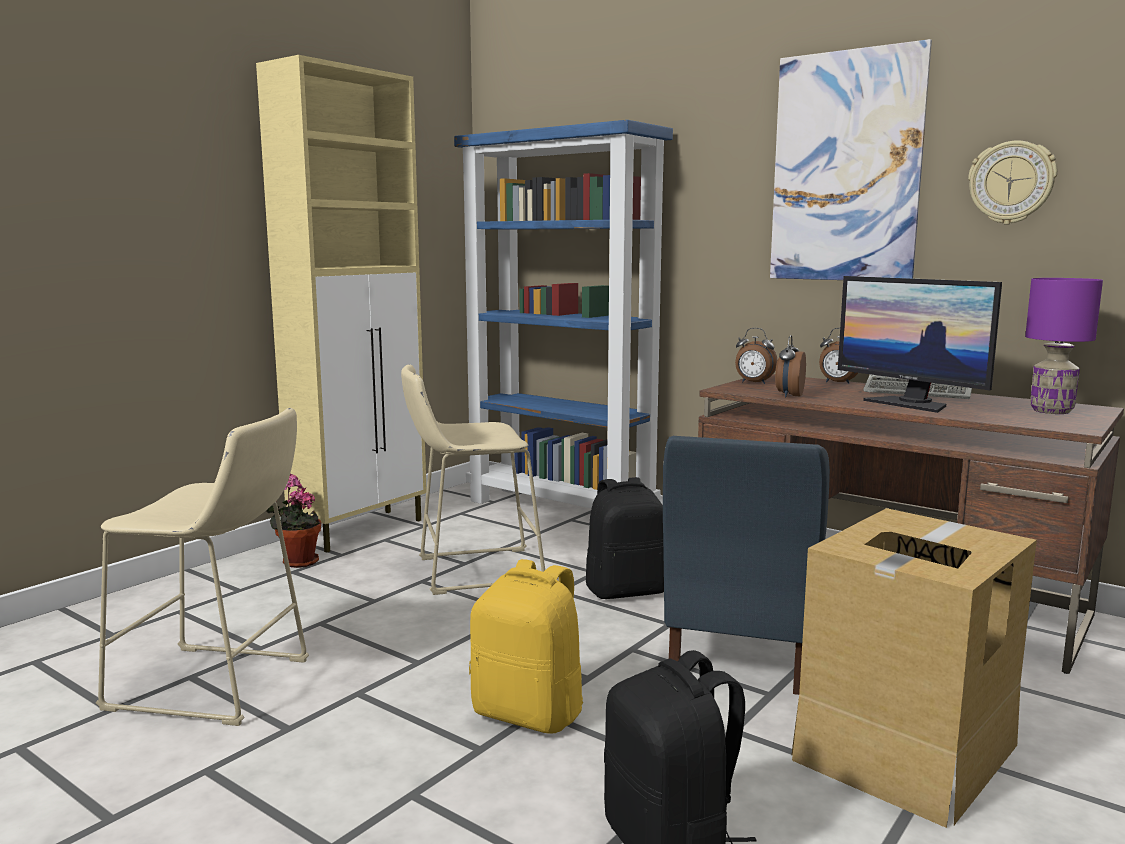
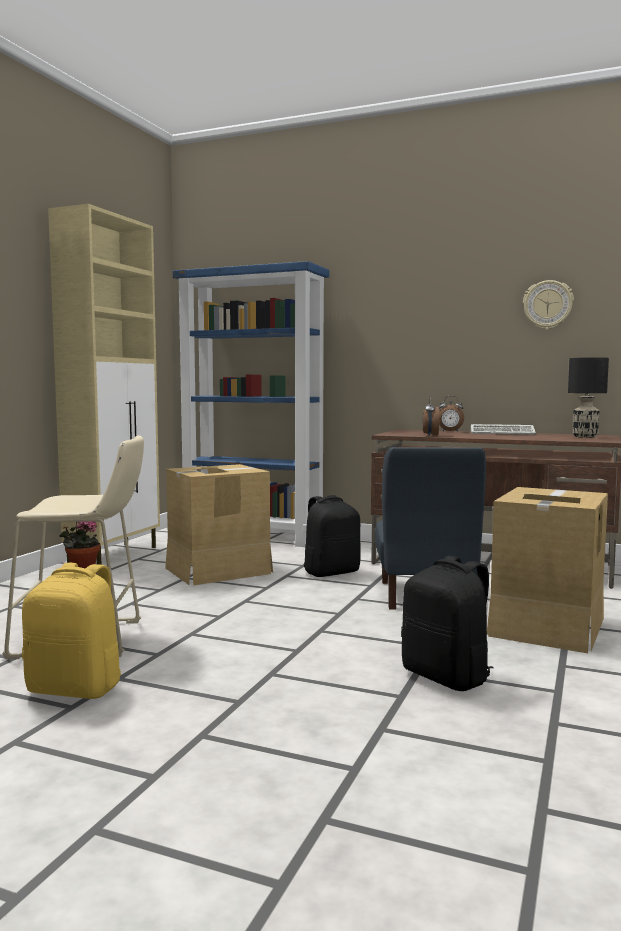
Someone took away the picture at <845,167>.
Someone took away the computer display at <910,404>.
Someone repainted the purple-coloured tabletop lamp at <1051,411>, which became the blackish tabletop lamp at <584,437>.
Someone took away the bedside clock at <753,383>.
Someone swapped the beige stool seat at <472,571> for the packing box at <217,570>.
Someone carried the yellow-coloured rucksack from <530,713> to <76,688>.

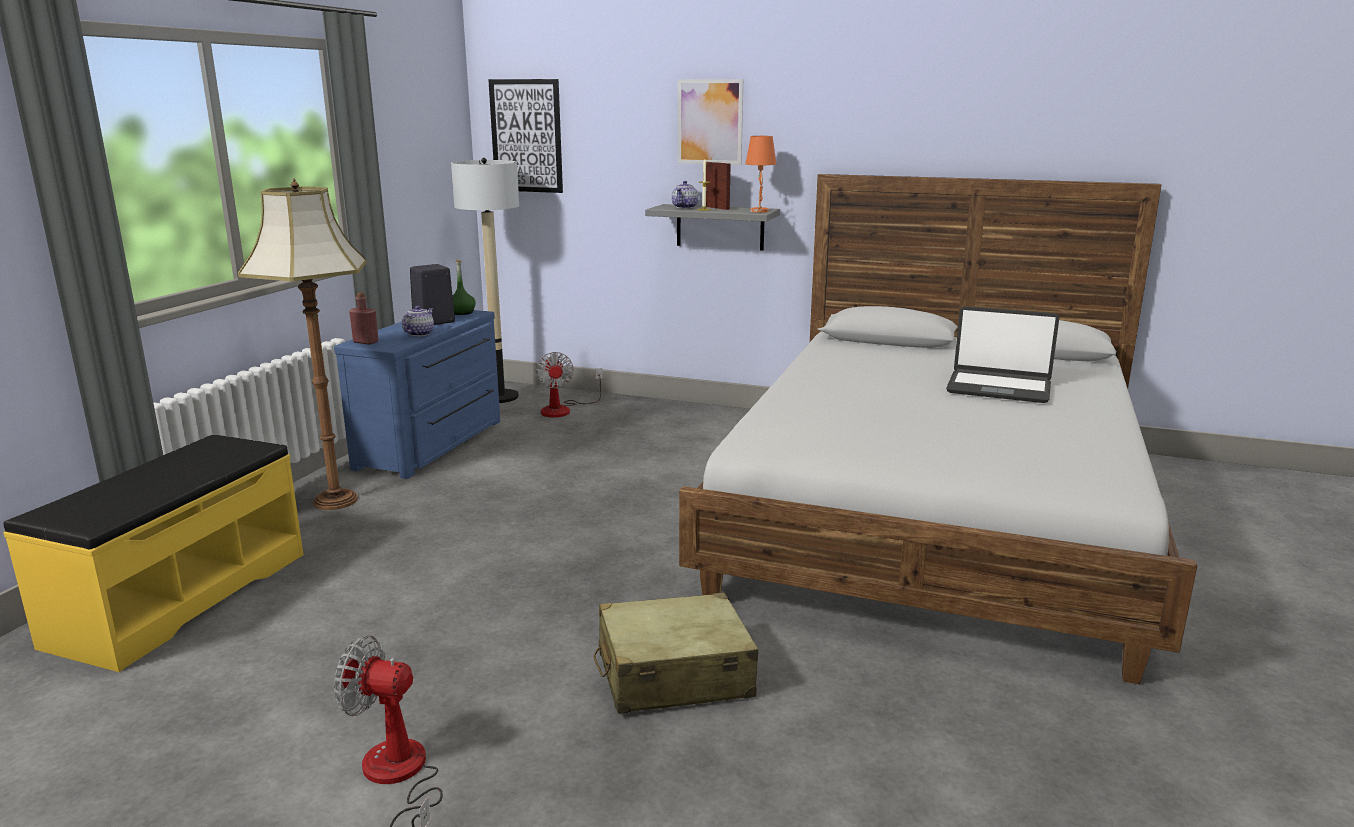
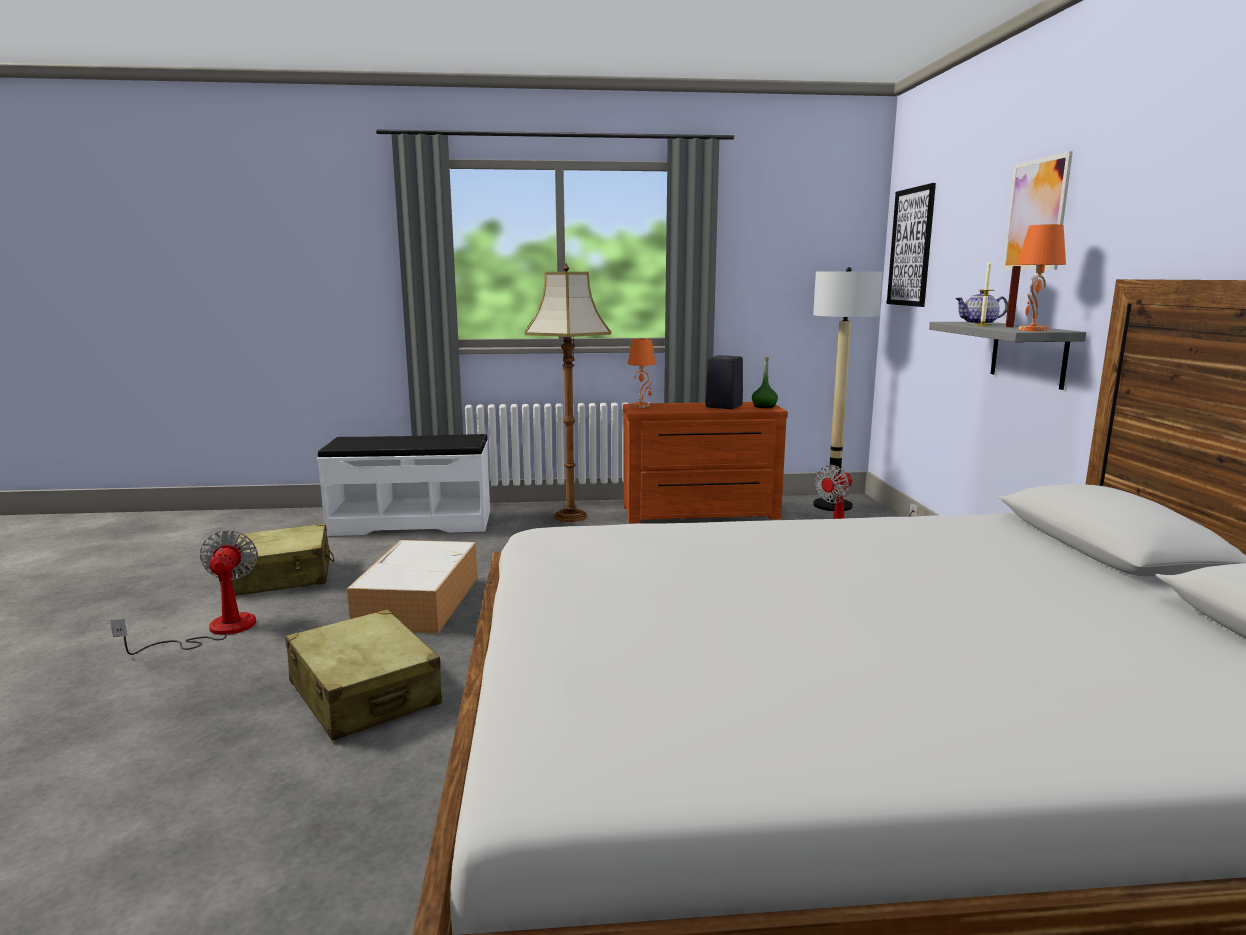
Someone swapped the reddish drink bottle at <365,342> for the orangey tabletop lamp at <641,406>.
Someone took away the tea pot at <419,334>.
Someone took away the laptop at <998,388>.
Someone repainted the blue-coloured chest of drawers at <434,444>, which became the brown chest of drawers at <701,514>.
Someone repainted the yellow-coloured long seat at <180,597>, which became the white long seat at <412,522>.
Someone put down the beige travel case at <279,577>.
Someone put down the storage box at <419,601>.

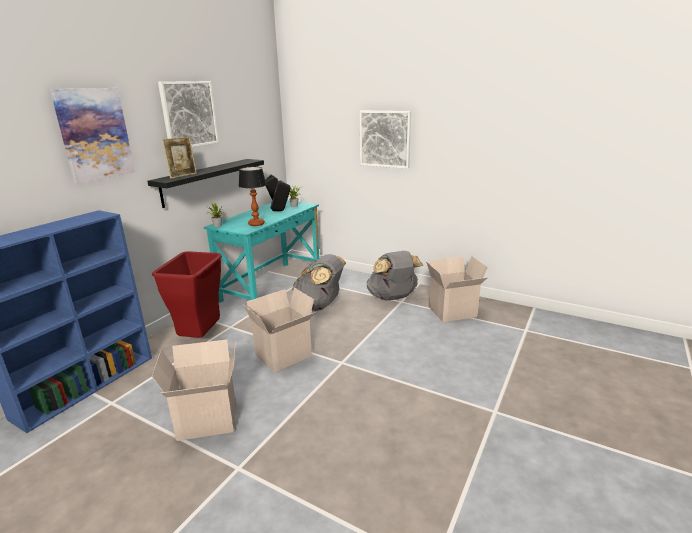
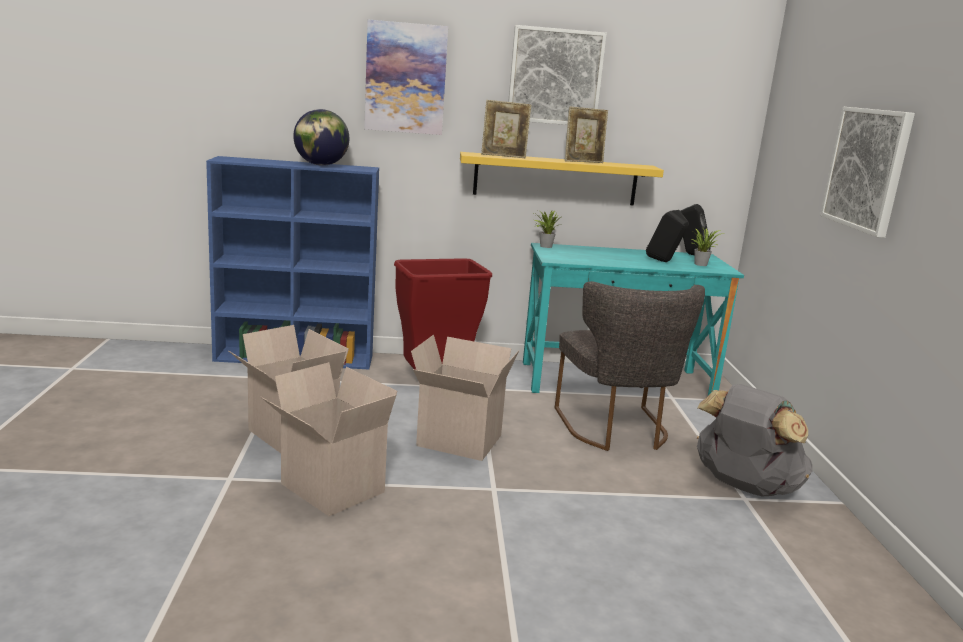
Someone repainted the blackish shelf at <204,182>, which became the yellow-coloured shelf at <555,179>.
Someone took away the tabletop lamp at <256,224>.
Someone swapped the grey rucksack at <320,306> for the grey plain chair at <616,430>.
Someone carried the packing box from <452,313> to <329,488>.
Someone put down the picture frame at <583,162>.
Someone put down the desk globe at <321,165>.

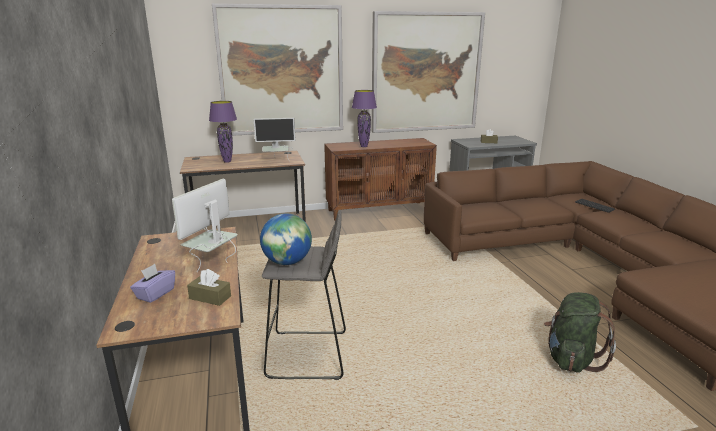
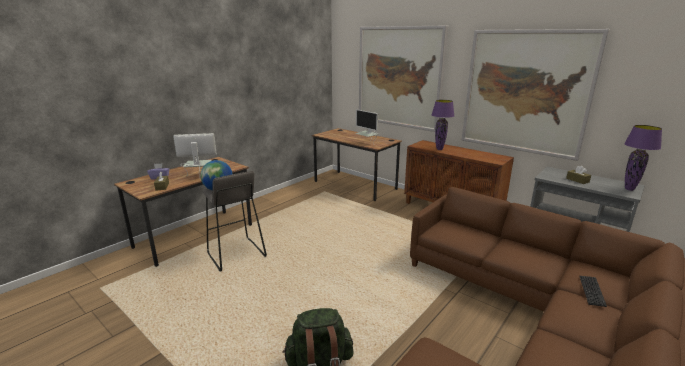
Someone carried the purple-coloured tabletop lamp from <227,161> to <629,189>.

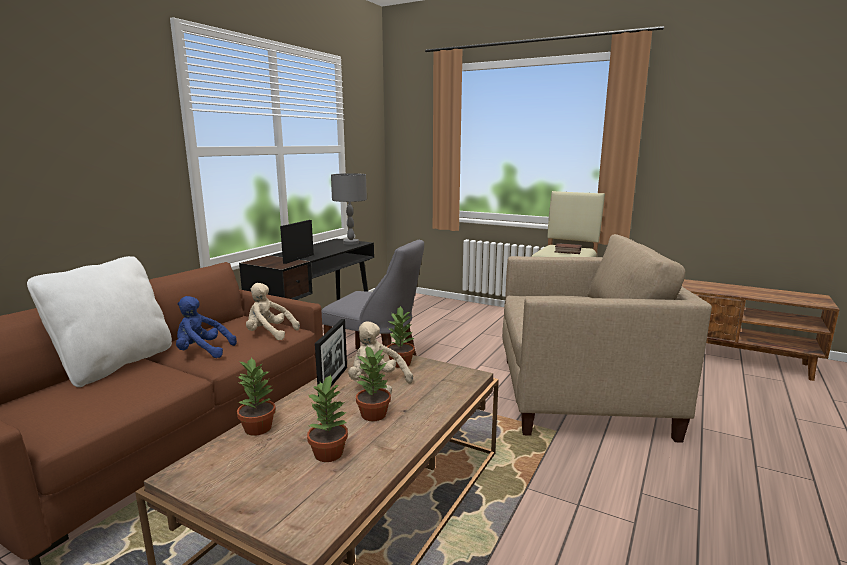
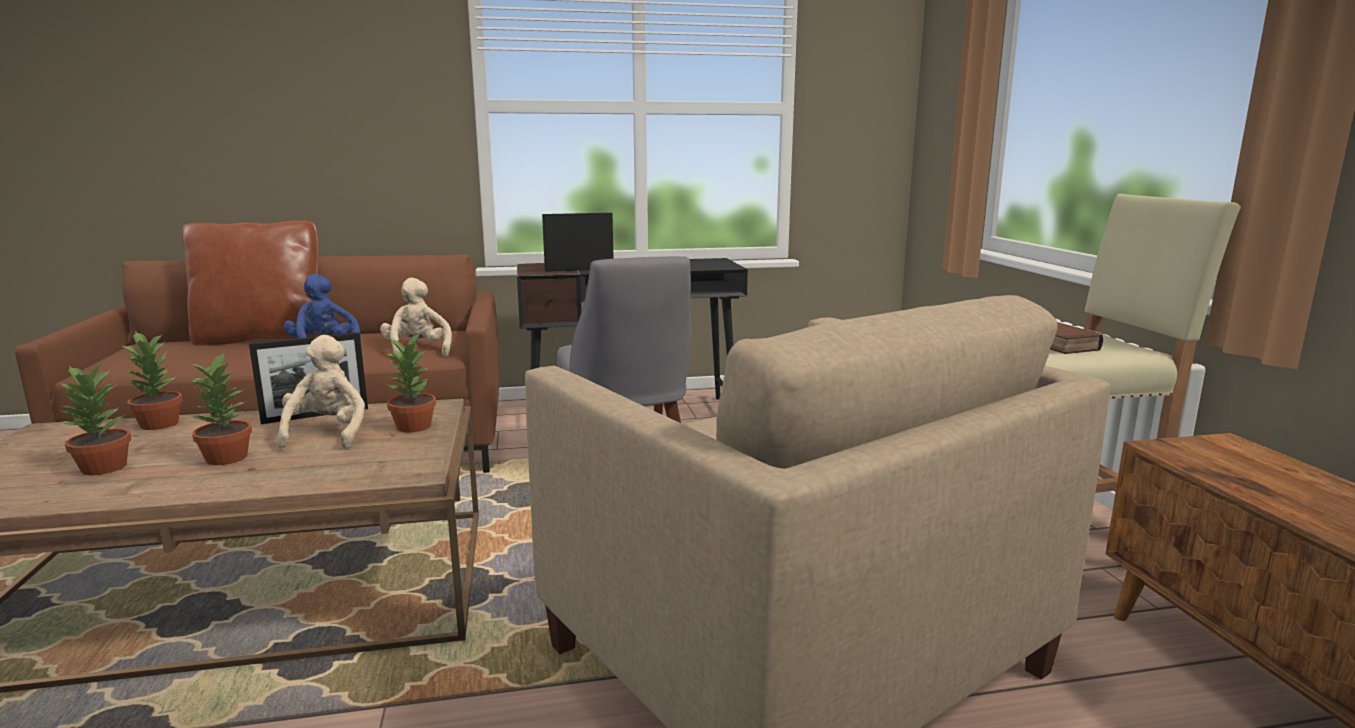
Someone took away the grey tabletop lamp at <351,243>.
Someone repainted the white cushion at <116,364>, which became the brown cushion at <262,337>.

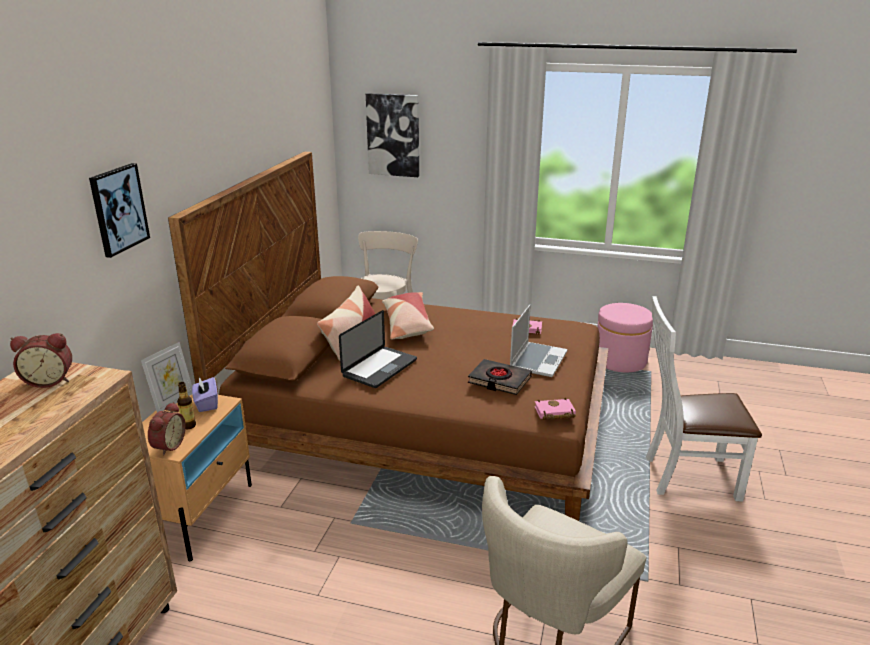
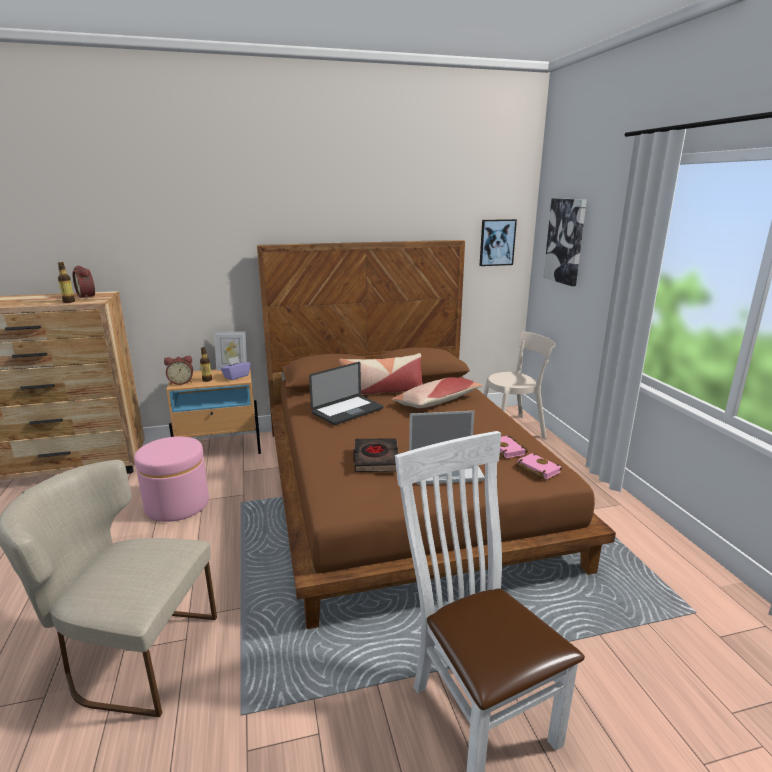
Someone carried the picture from <118,209> to <497,242>.
Someone carried the pinkish ottoman from <620,360> to <177,505>.
Someone rotated the laptop at <380,368> by 45 degrees counterclockwise.
Someone carried the pinkish bound book from <554,413> to <536,469>.
Someone put down the drink bottle at <69,301>.

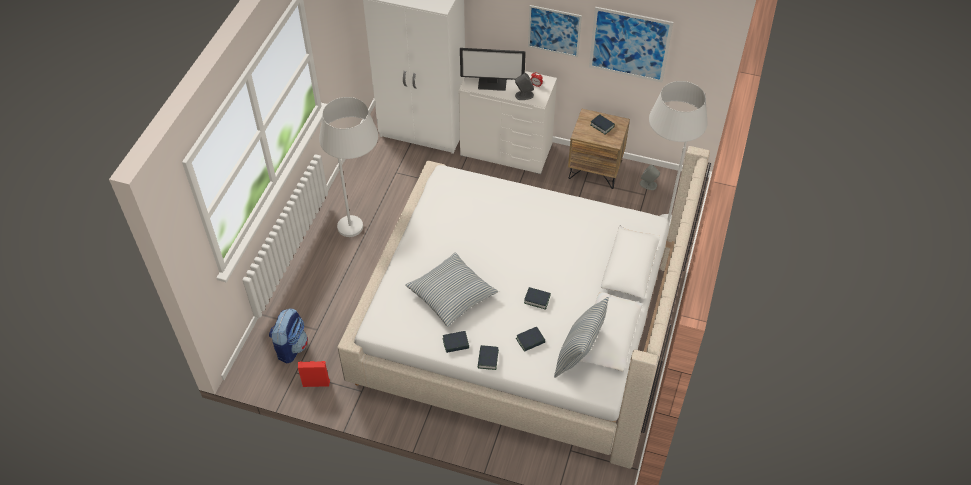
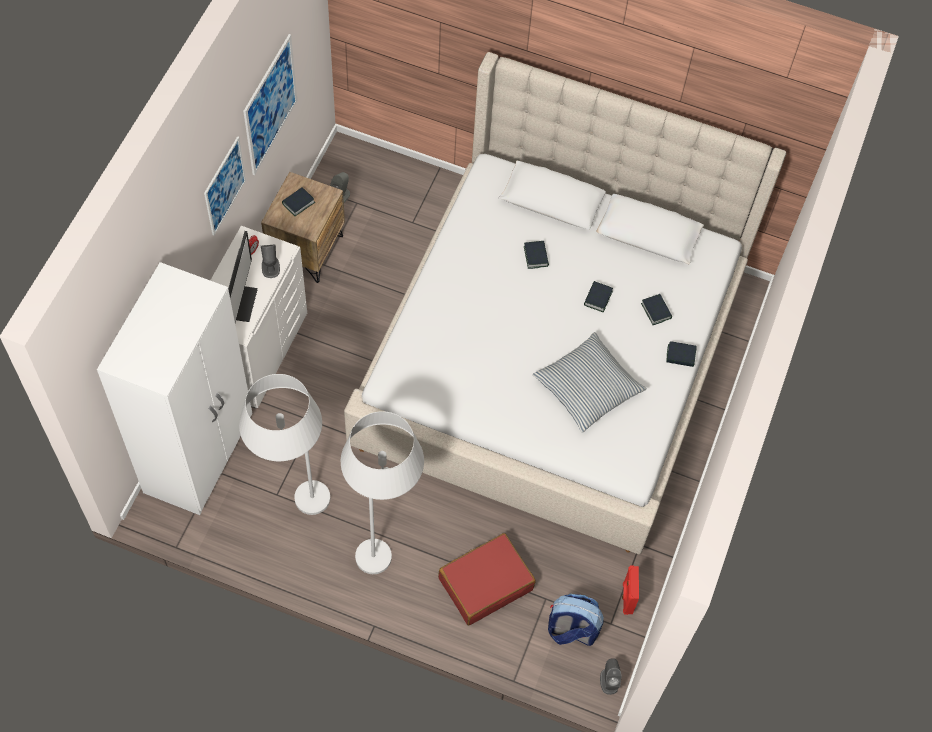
Someone carried the white standard lamp from <658,216> to <294,506>.
Someone took away the cushion at <579,355>.
Someone carried the bound book from <456,343> to <536,256>.
Someone put down the reddish travel case at <485,583>.
Someone put down the grey loudspeaker at <609,680>.

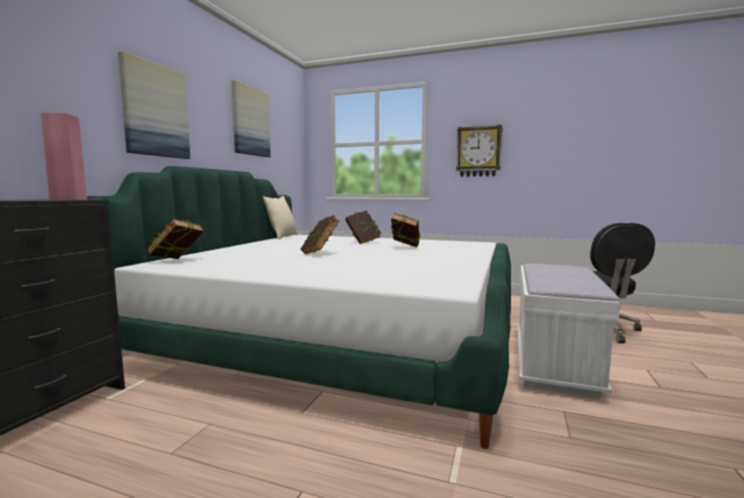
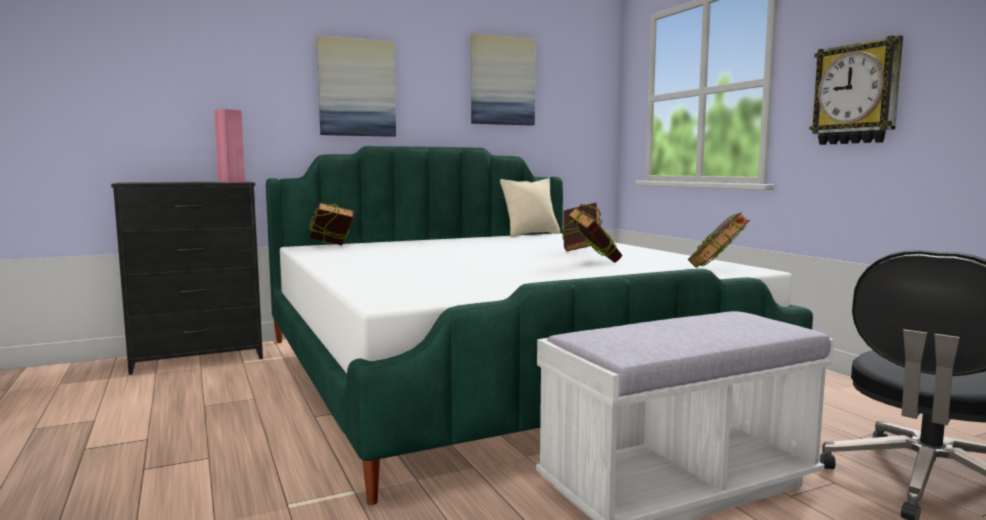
Someone carried the bound book from <320,254> to <716,269>.

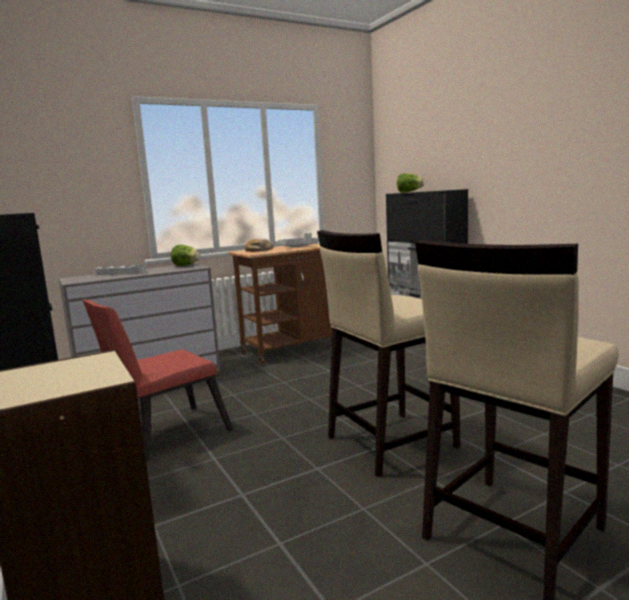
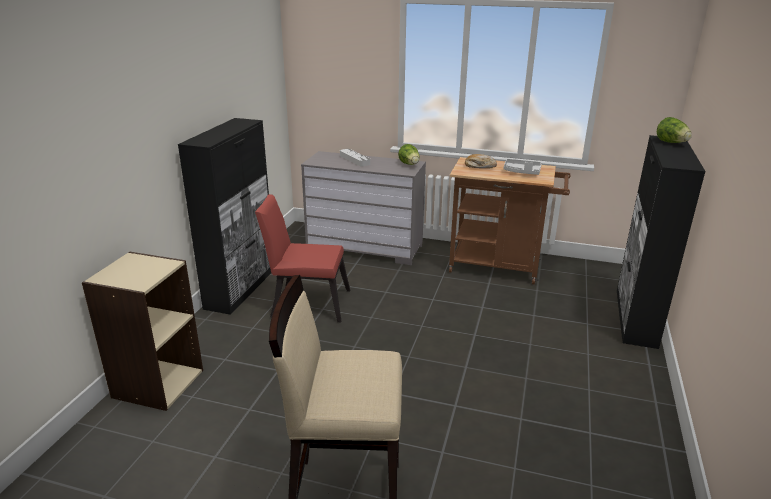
Someone took away the beige stool seat at <389,442>.

